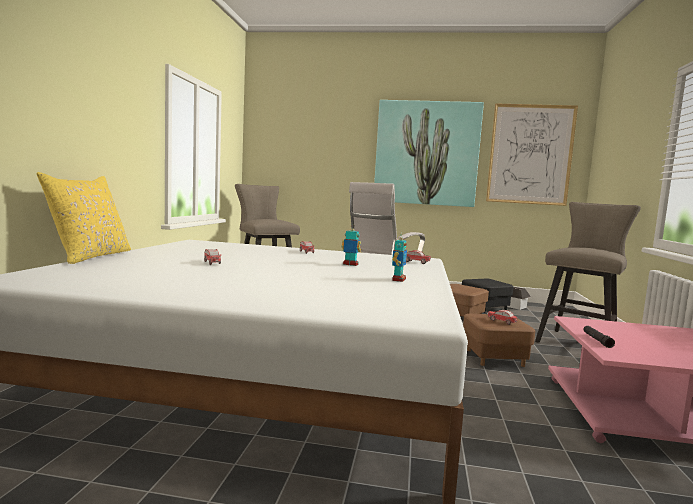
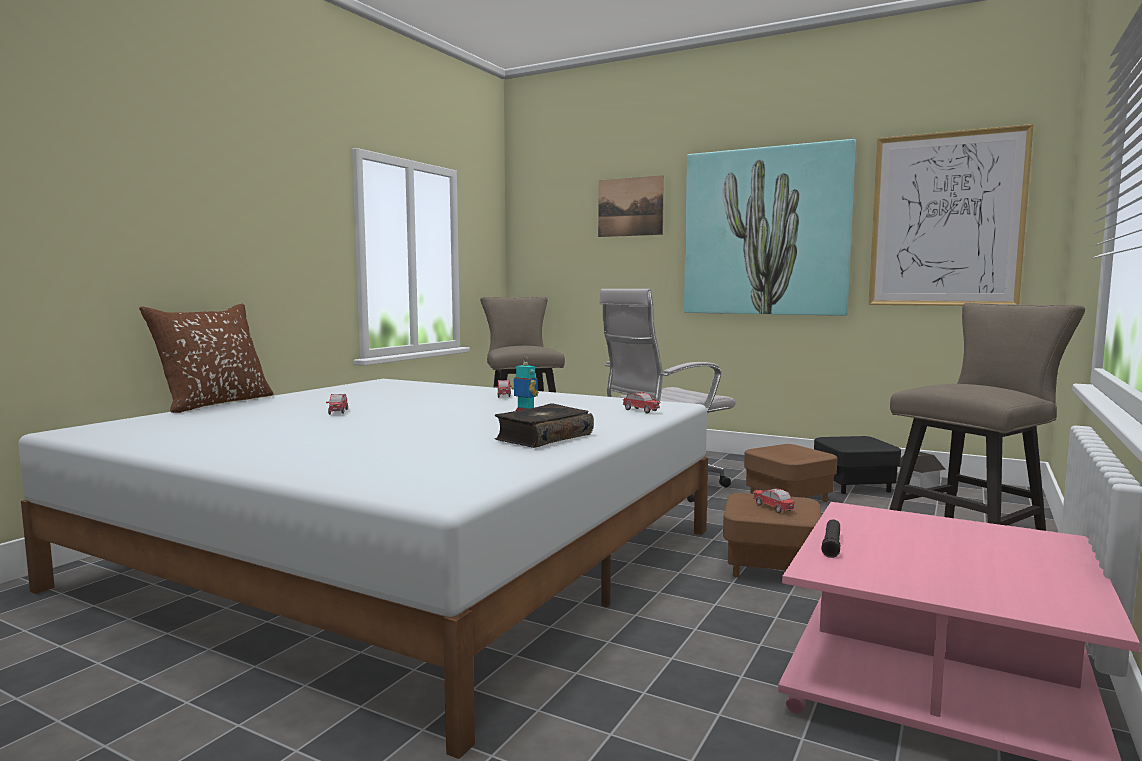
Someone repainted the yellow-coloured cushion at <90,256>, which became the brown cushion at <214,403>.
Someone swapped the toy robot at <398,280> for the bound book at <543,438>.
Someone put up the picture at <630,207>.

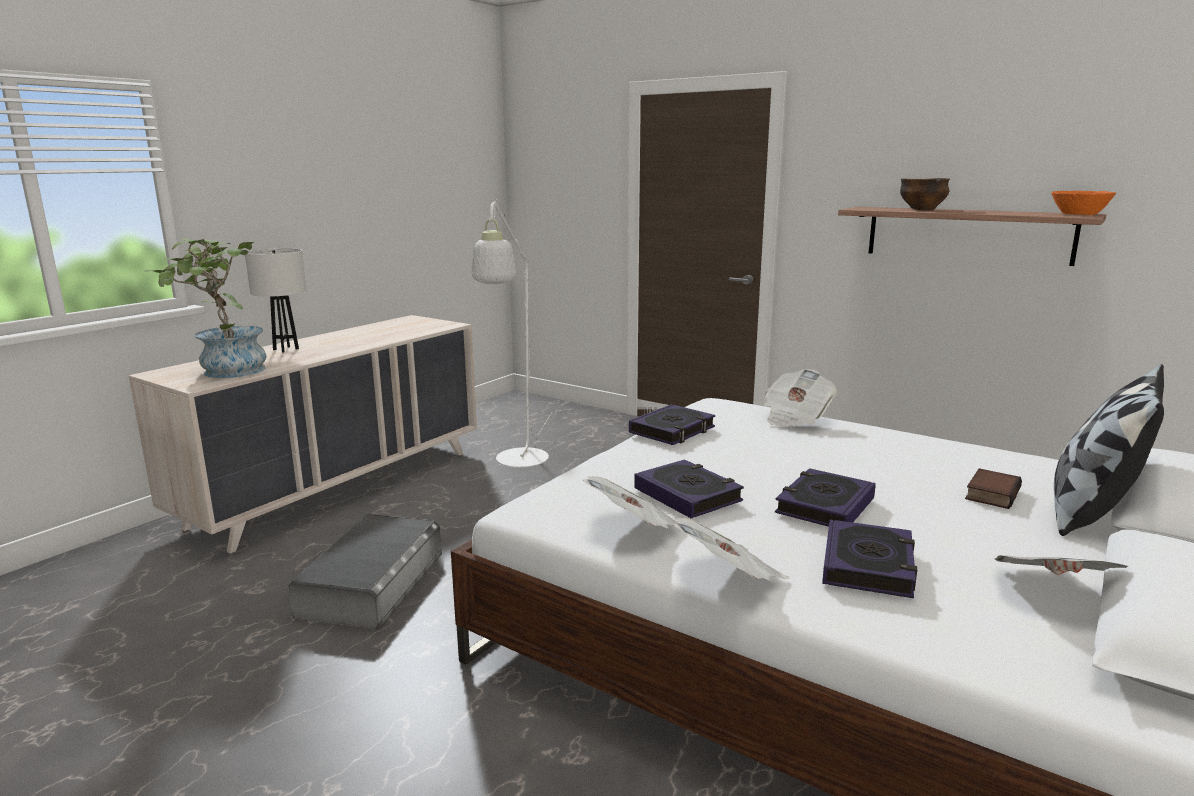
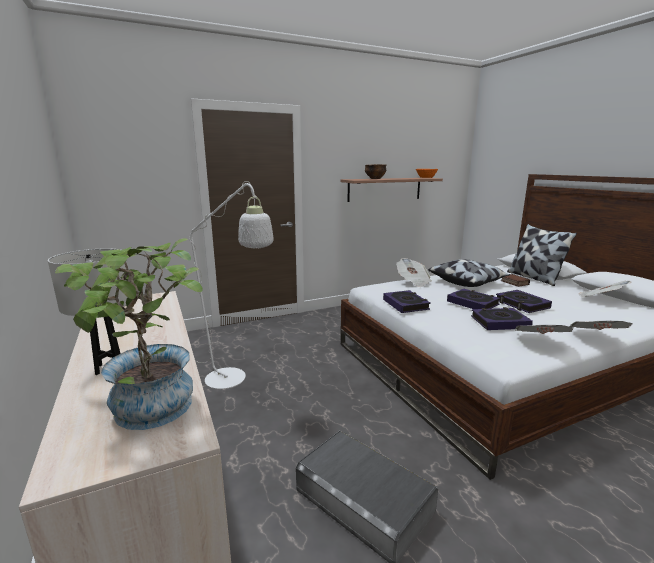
Someone carried the bound book from <868,566> to <472,303>.
Someone put down the cushion at <467,282>.

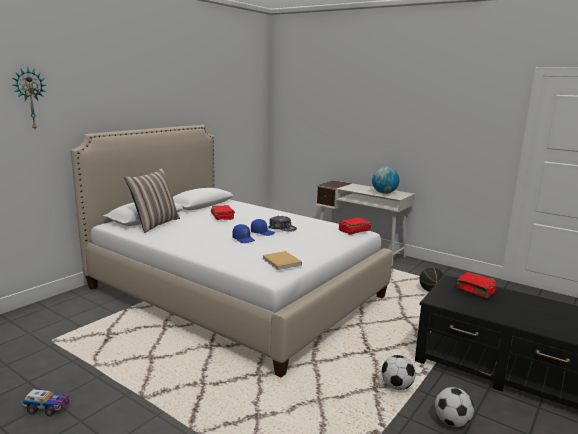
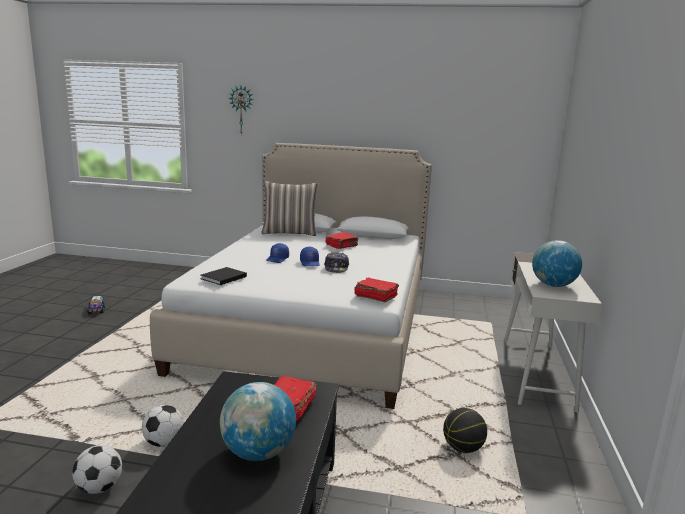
Someone repainted the beige bound book at <282,262>, which became the blackish bound book at <222,278>.
Someone put down the desk globe at <258,453>.

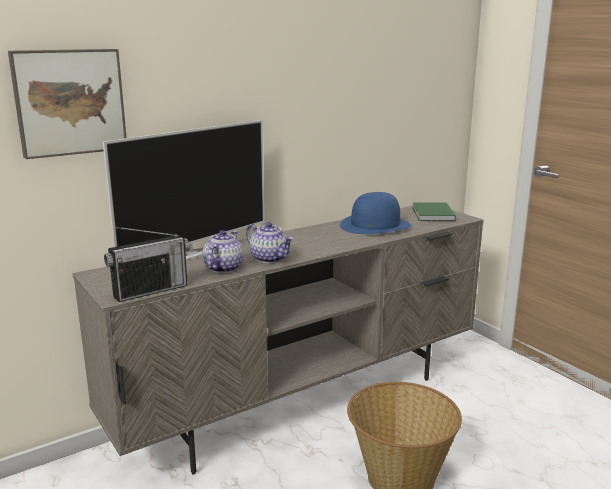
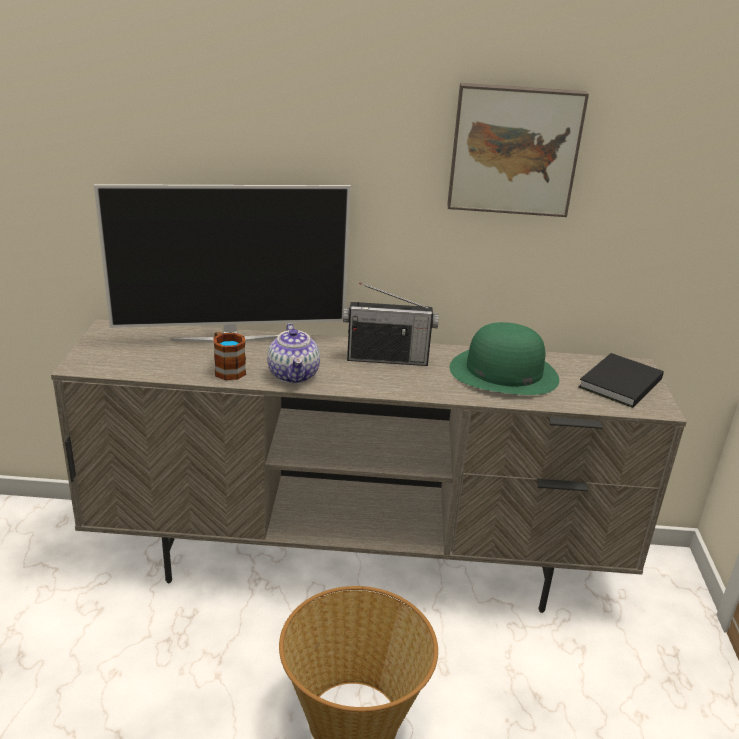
Someone carried the picture from <69,102> to <514,149>.
Someone repainted the blue-coloured clothing hat at <375,225>, which became the green clothing hat at <503,372>.
Someone repainted the green bound book at <432,214>, which became the blackish bound book at <618,383>.
Someone carried the radio set from <150,291> to <387,358>.
Someone swapped the tea pot at <223,268> for the tea mug at <227,369>.

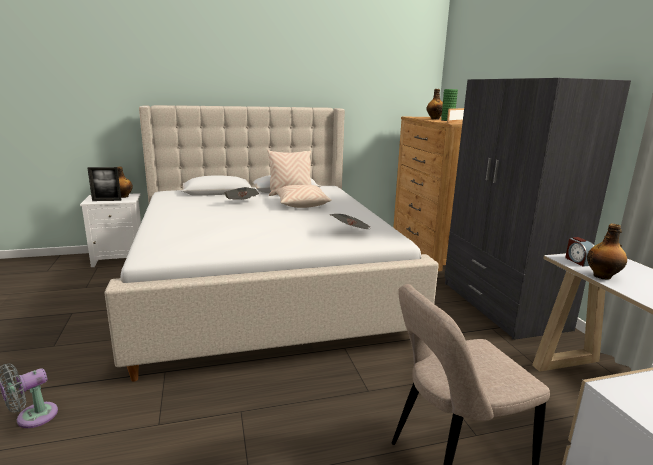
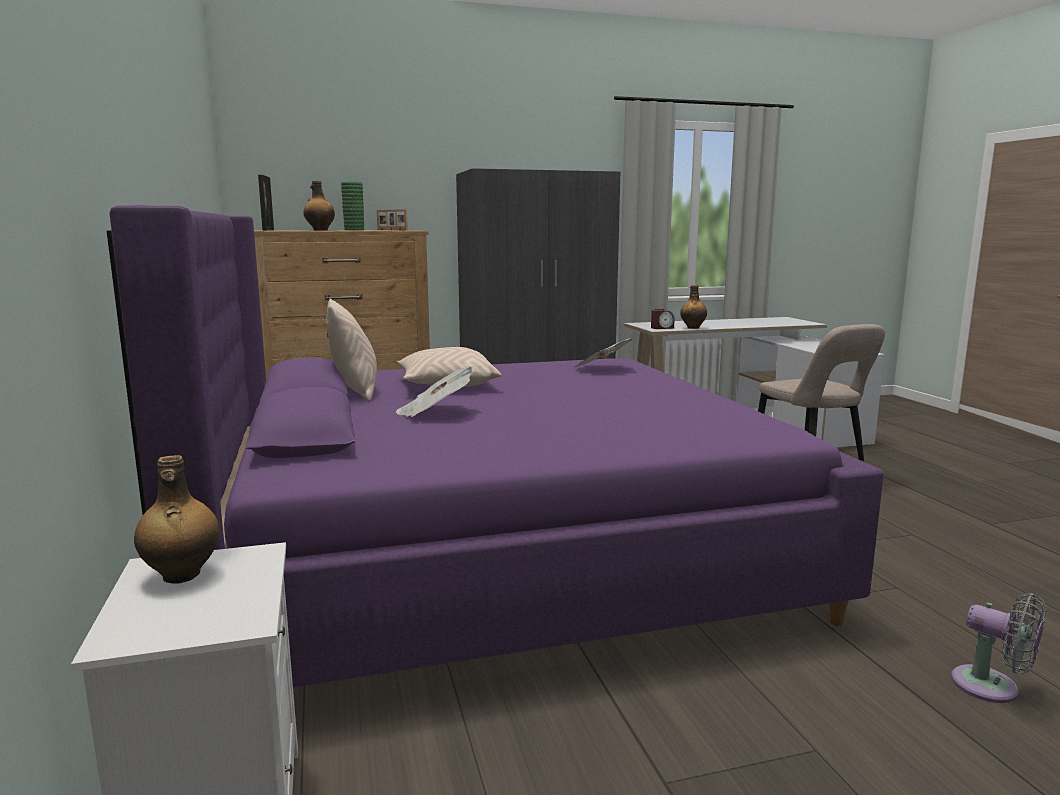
Someone repainted the beige bed at <264,288>, which became the purple-coloured bed at <491,553>.
Someone carried the picture frame from <106,200> to <268,230>.

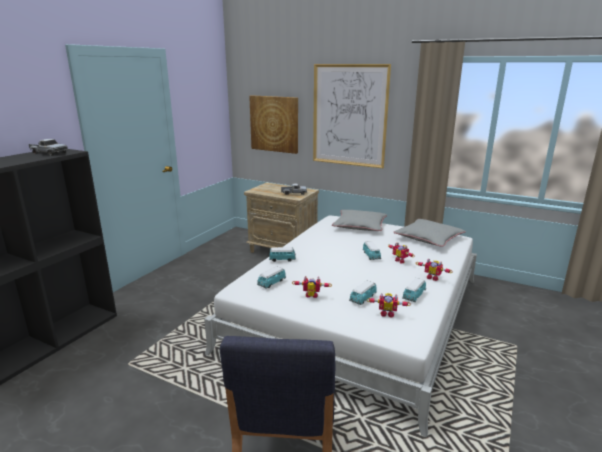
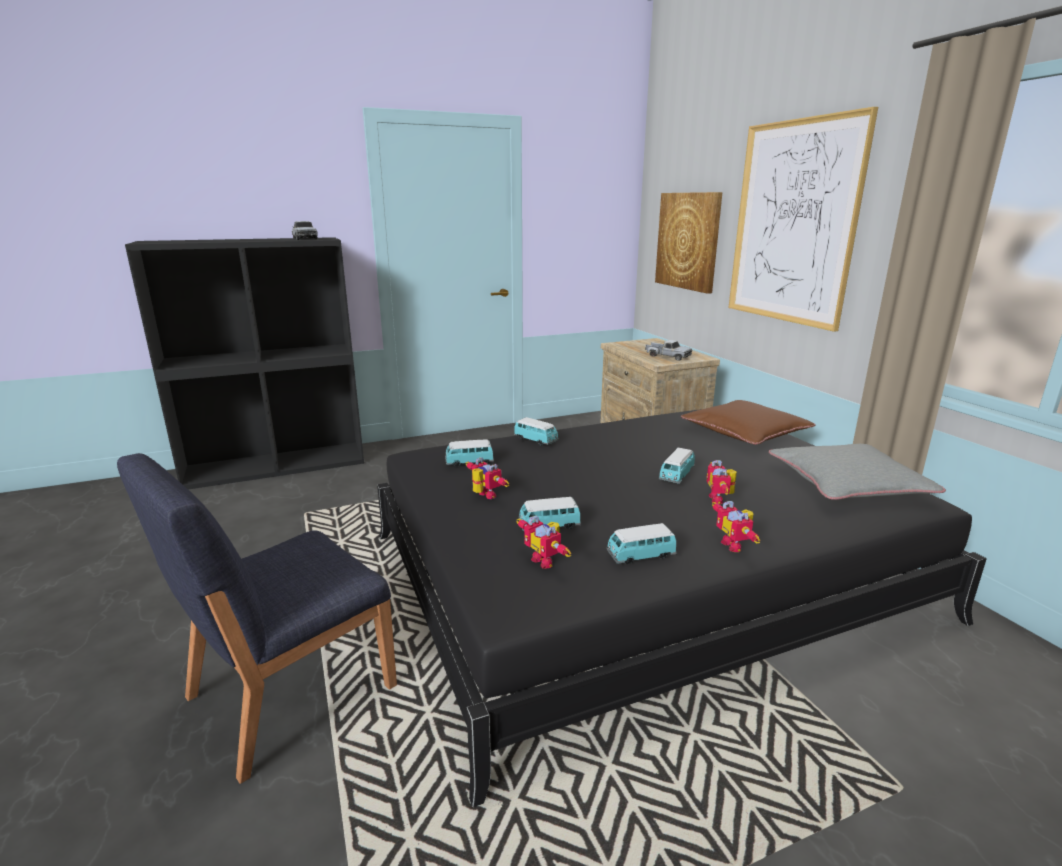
Someone repainted the grey cushion at <359,225>, which became the brown cushion at <745,431>.
Someone repainted the white bed at <358,313>, which became the blackish bed at <641,576>.

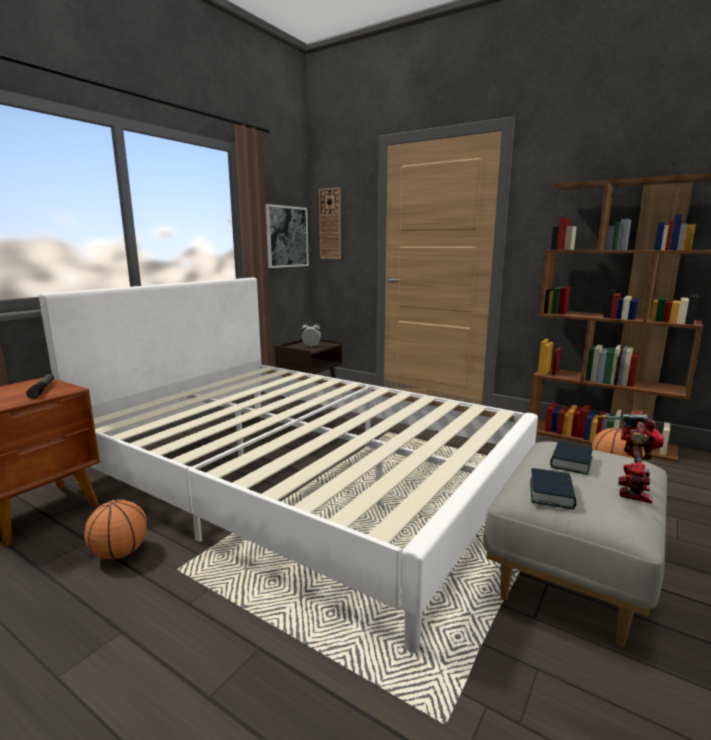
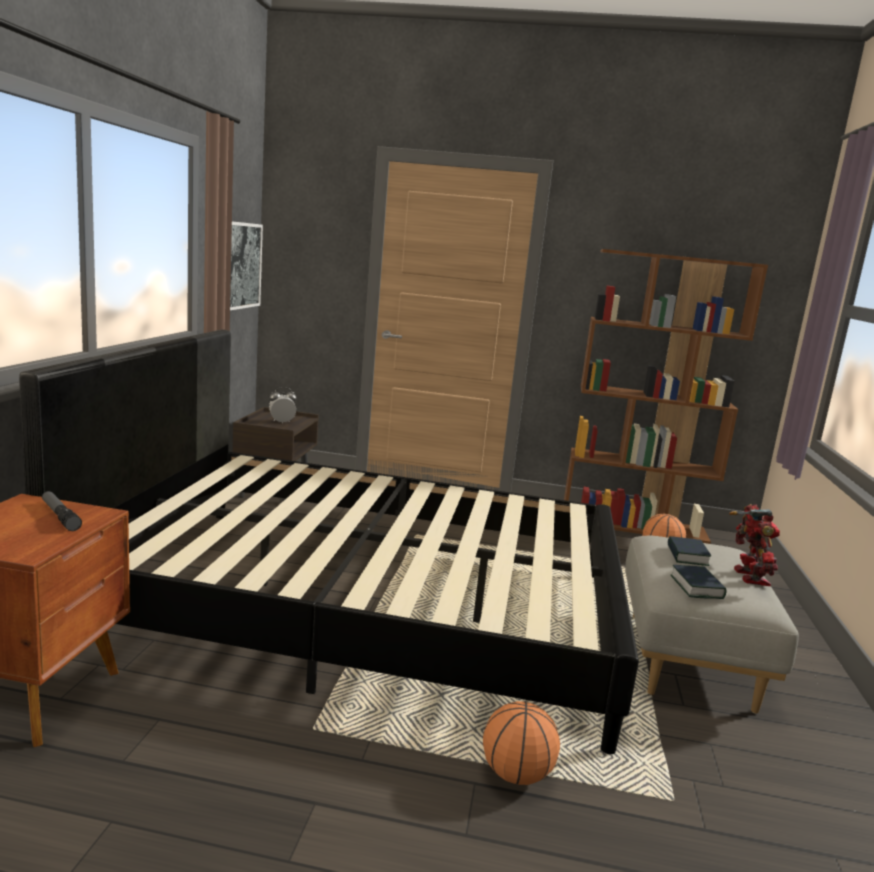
Someone took away the hanging clock at <330,224>.
Someone repainted the white bed at <302,479>, which became the blackish bed at <364,603>.
Someone carried the basketball ball from <120,553> to <516,774>.

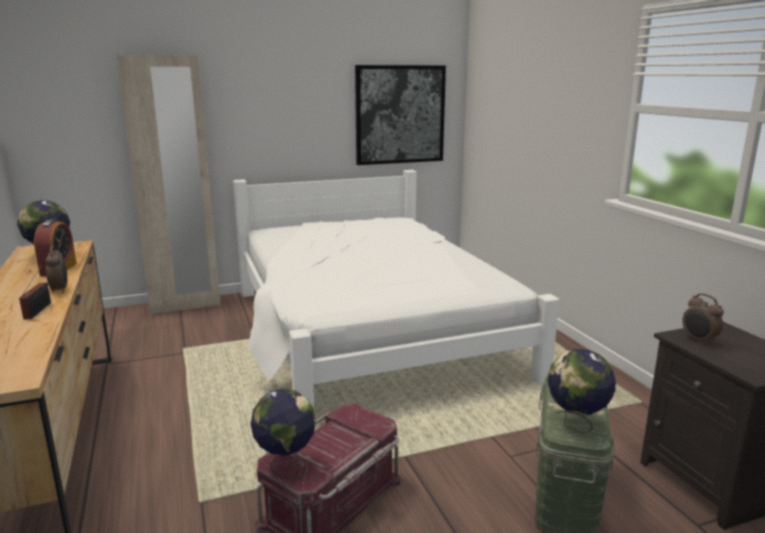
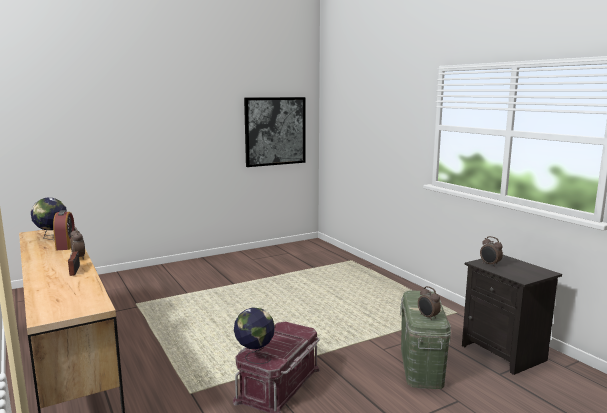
Someone took away the beige clothes cupboard at <185,305>.
Someone took away the white bed at <369,332>.
Someone swapped the desk globe at <576,425> for the bedside clock at <427,317>.

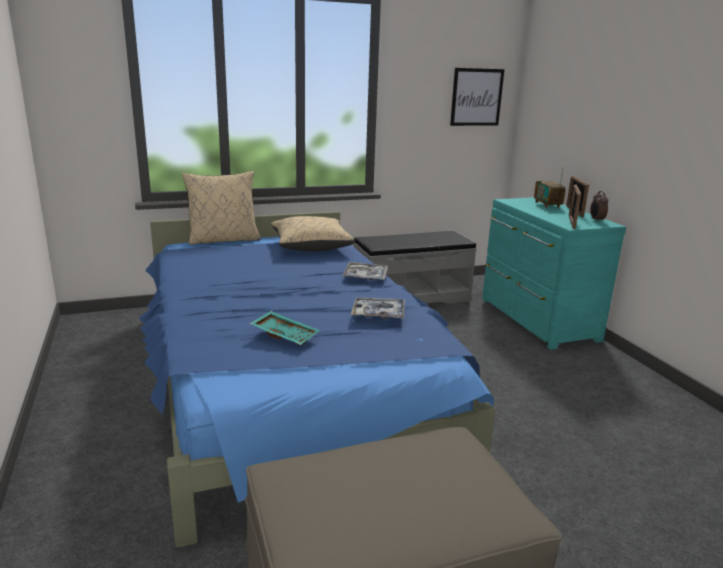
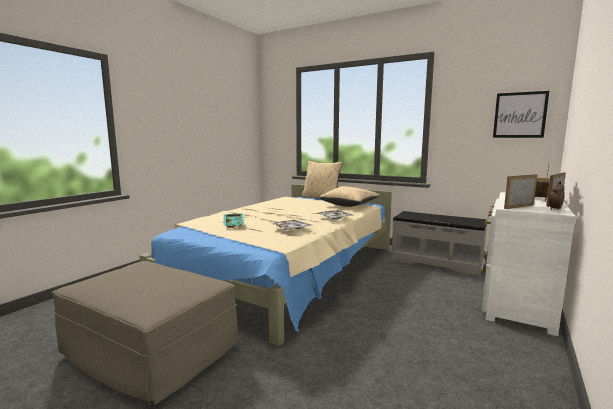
Someone repainted the blue-green chest of drawers at <536,320>, which became the white chest of drawers at <515,302>.
Someone repainted the blue-coloured bed at <286,380>, which became the beige bed at <287,270>.

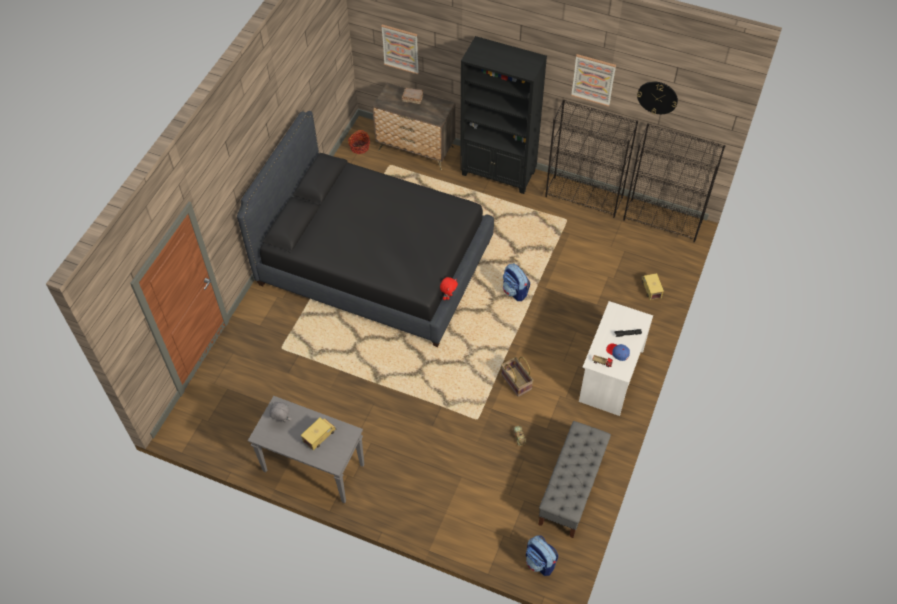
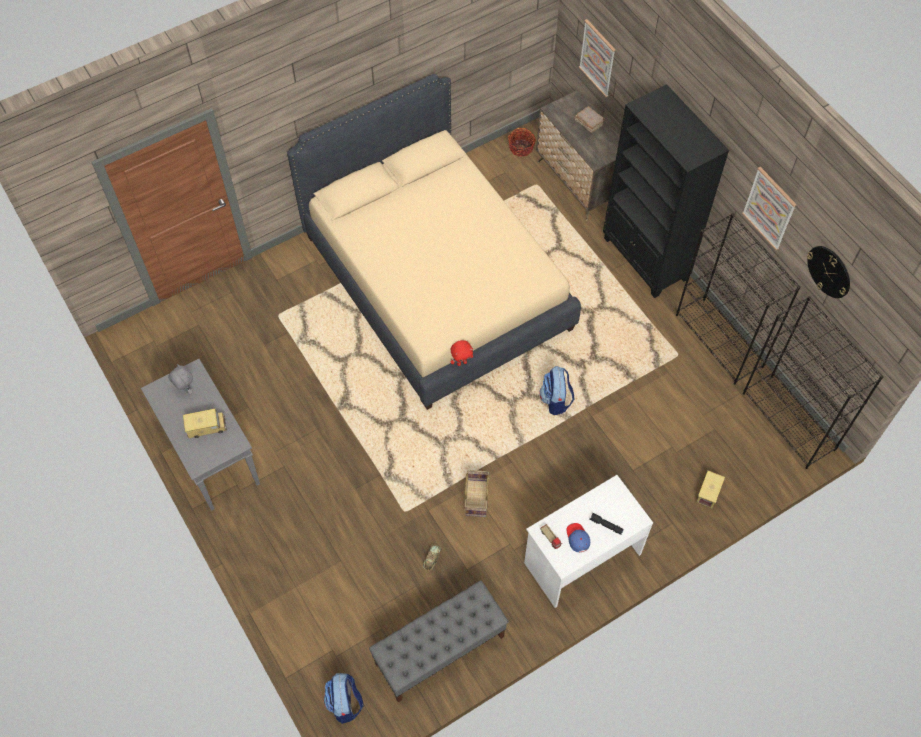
Someone repainted the blackish bed at <374,263>, which became the beige bed at <437,281>.

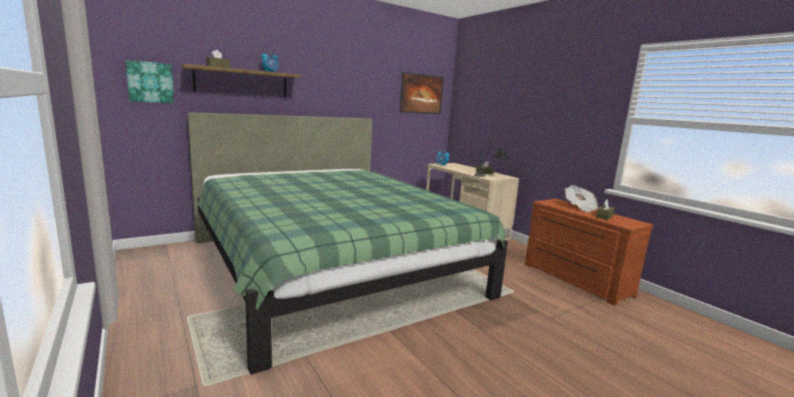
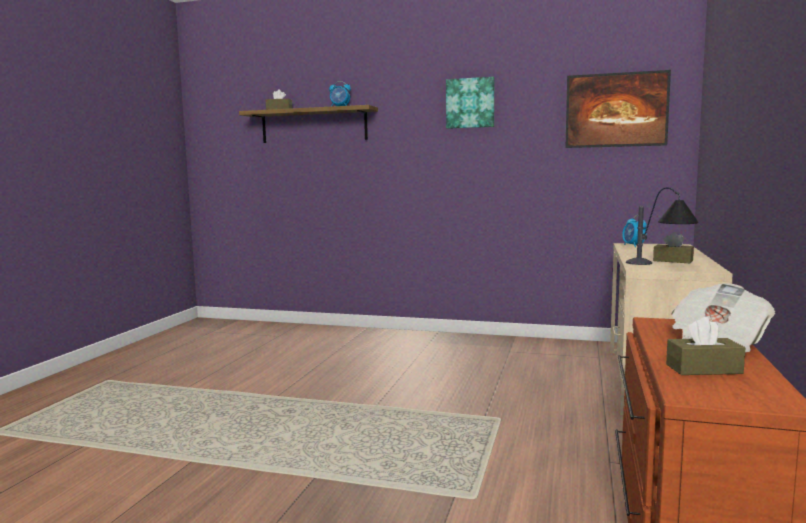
Someone carried the picture from <150,82> to <470,103>.
Someone took away the green bed at <330,267>.

